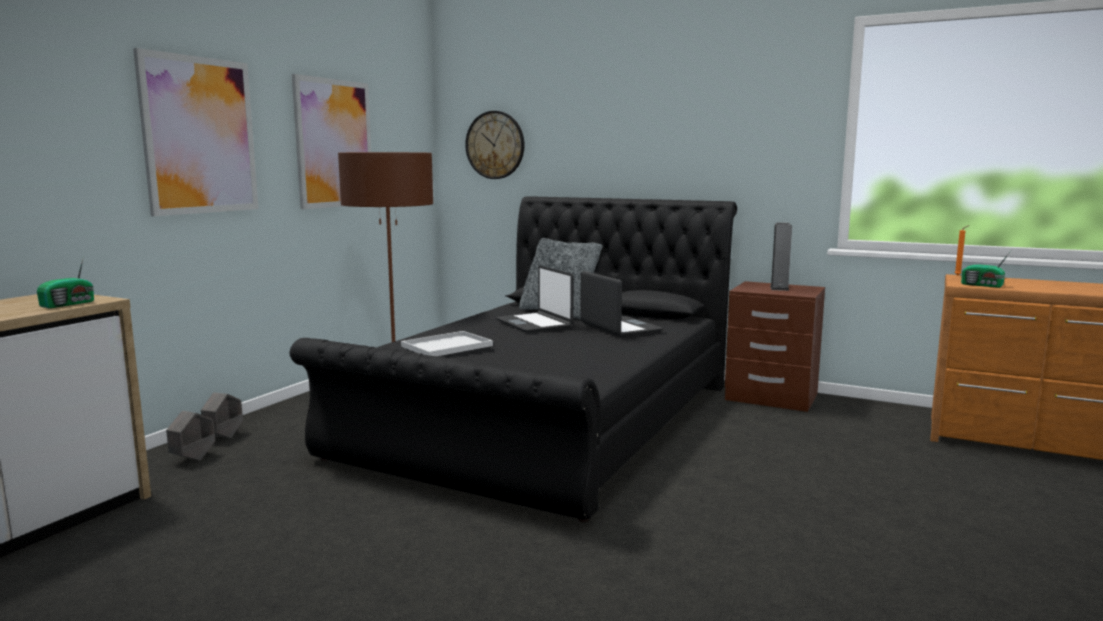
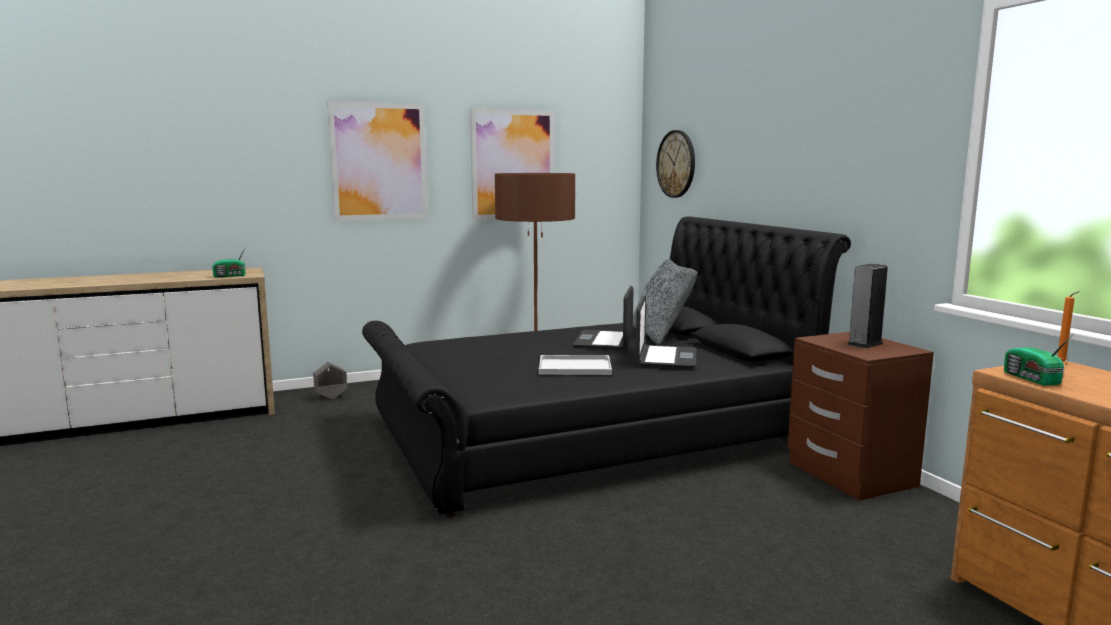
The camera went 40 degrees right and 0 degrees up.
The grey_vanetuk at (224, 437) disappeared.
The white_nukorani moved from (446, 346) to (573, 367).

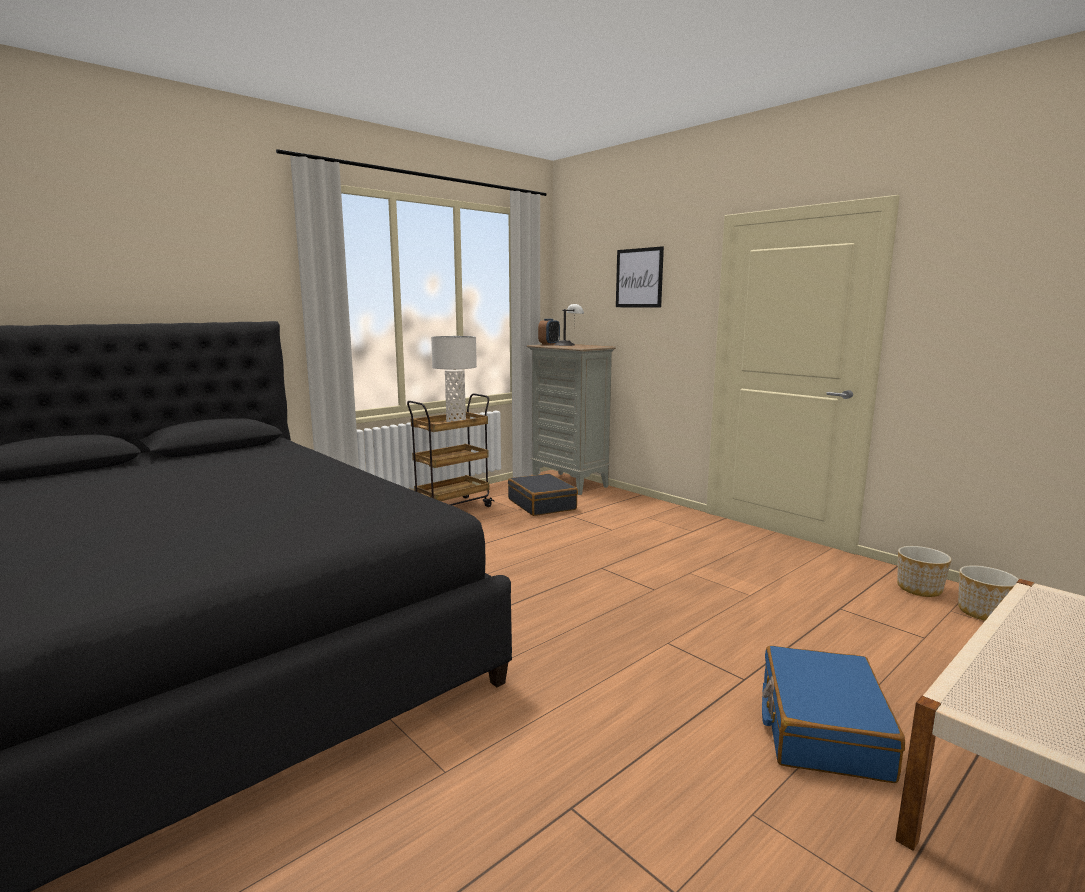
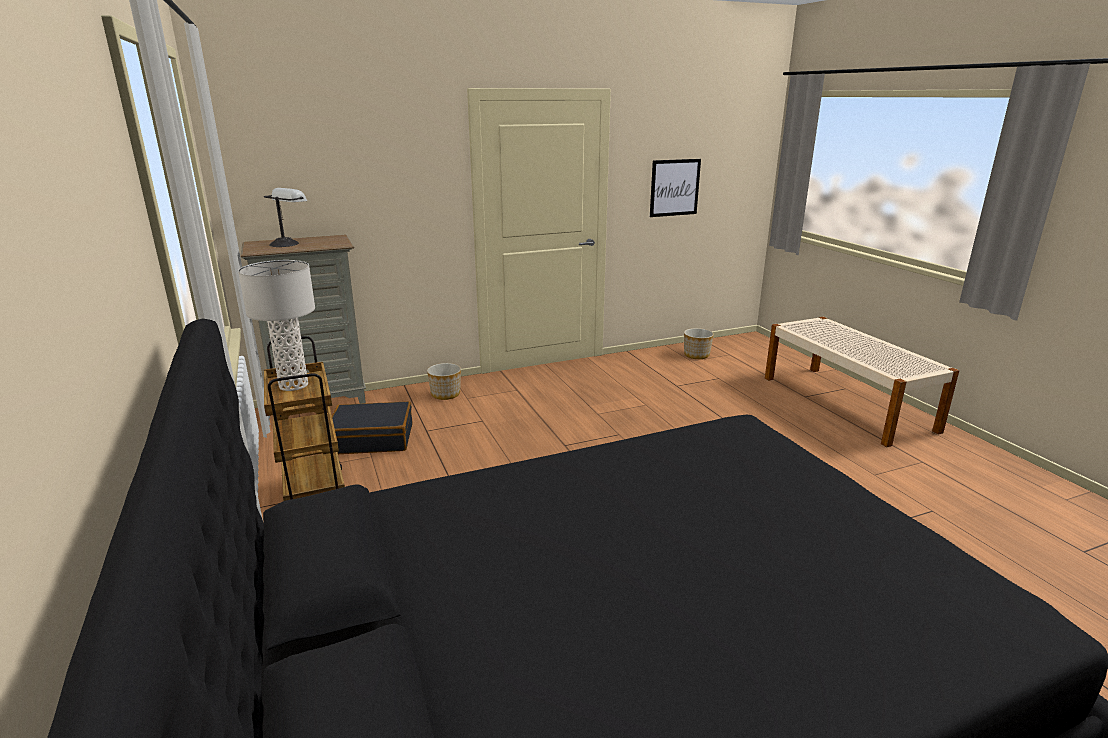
The camera went 70 degrees left and 10 degrees up.
The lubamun at (549, 344) disappeared.
The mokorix moved from (639, 278) to (674, 187).
The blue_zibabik at (821, 728) disappeared.
The vanetuk moved from (918, 589) to (445, 394).

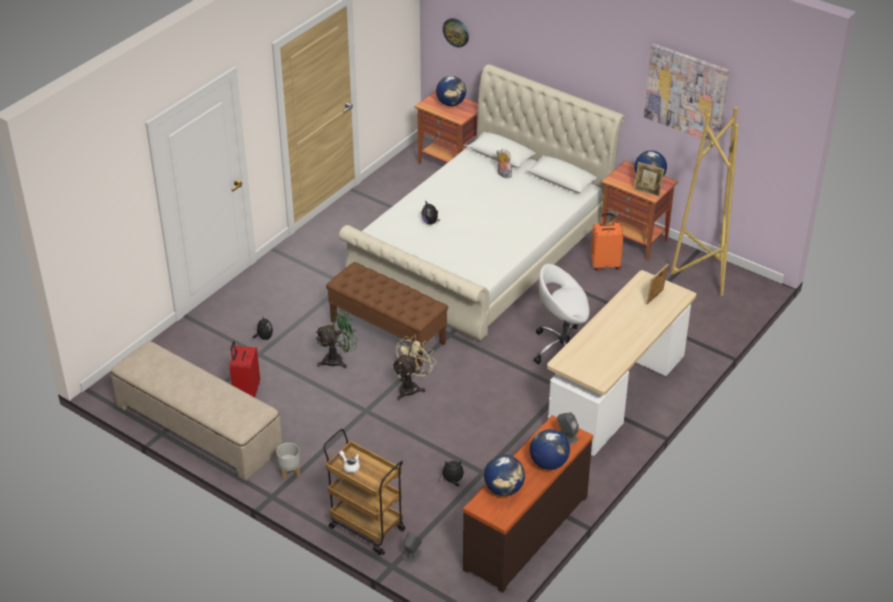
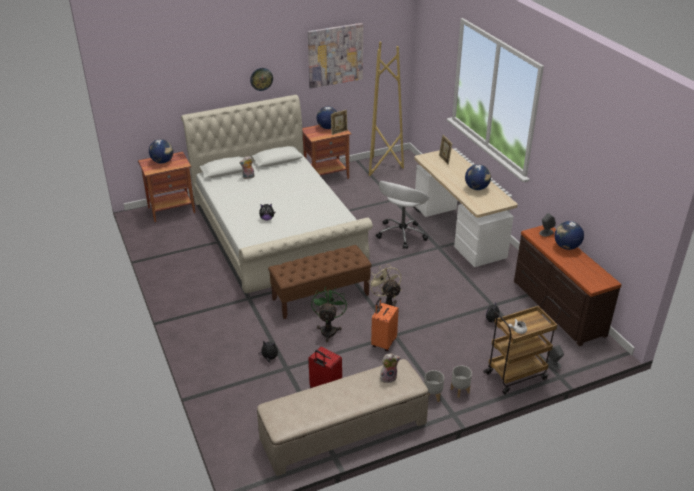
The camera went 60 degrees left and 5 degrees down.
The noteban moved from (456, 32) to (261, 79).
The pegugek moved from (504, 489) to (476, 188).
The orange_zibabik moved from (605, 264) to (383, 342).
The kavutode at (388, 377) appeared.
The grey_vanetuk at (460, 391) appeared.

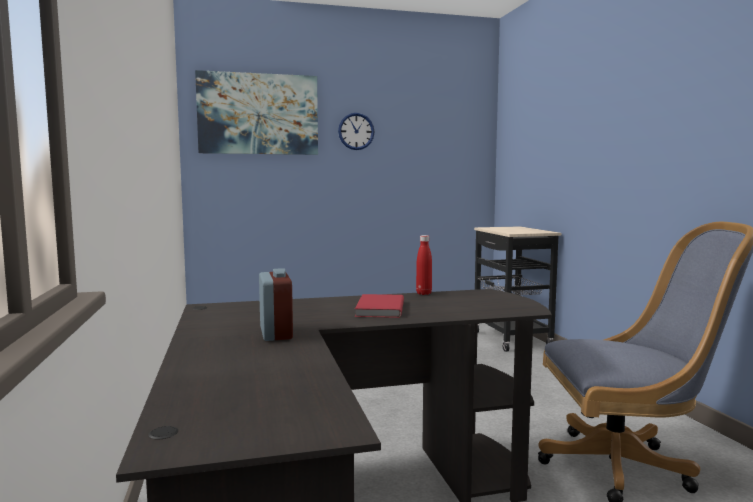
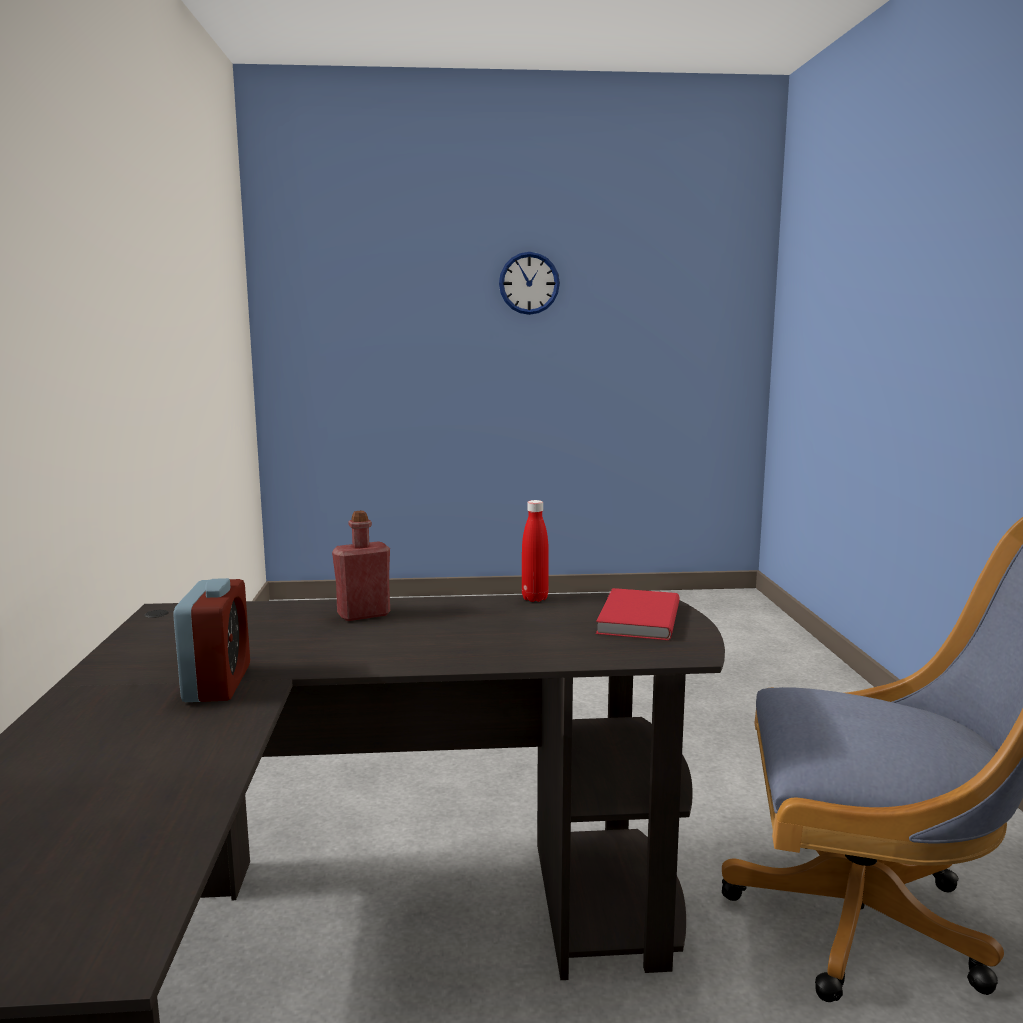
The camera went 10 degrees right and 5 degrees up.
The mokorix at (258, 114) disappeared.
The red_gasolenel moved from (378, 309) to (636, 618).
The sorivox at (512, 340) disappeared.
The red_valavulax at (363, 614) appeared.

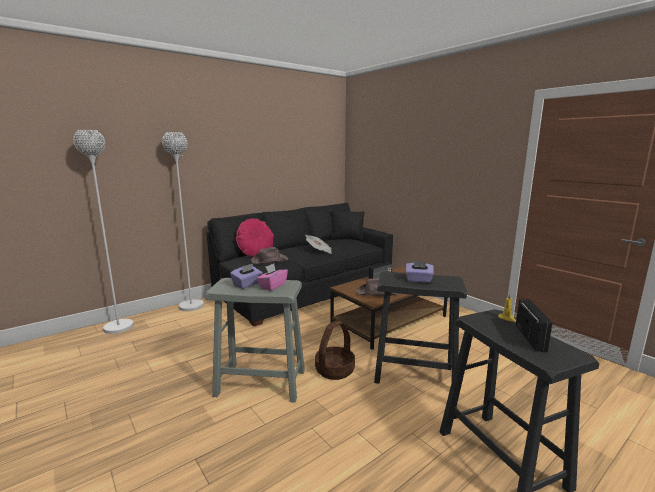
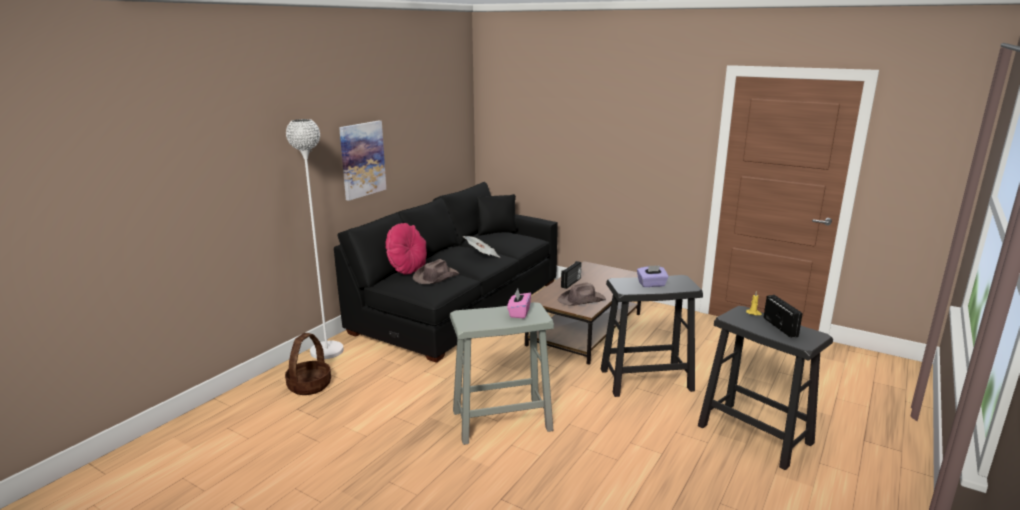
The camera went 20 degrees left and 5 degrees up.
The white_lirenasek at (118, 327) disappeared.
The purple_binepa at (247, 284) disappeared.
The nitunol moved from (334, 370) to (309, 385).
The mokorix at (362, 159) appeared.

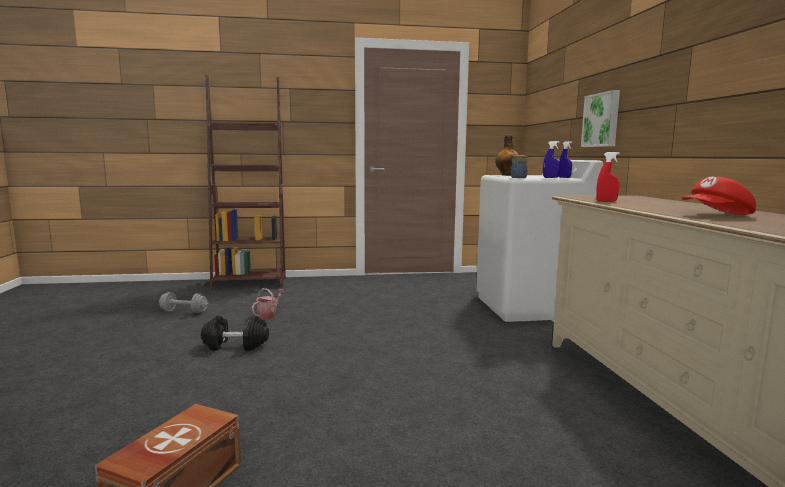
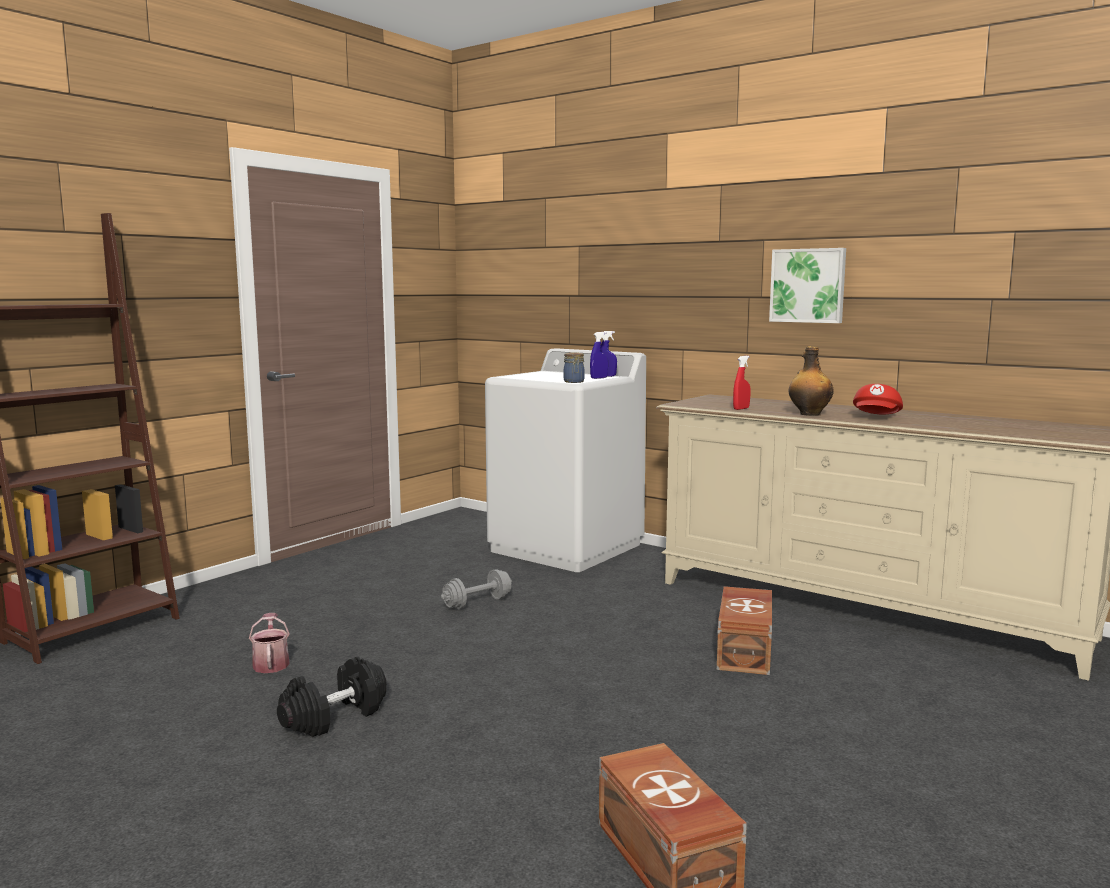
The camera went 45 degrees left and 0 degrees up.
The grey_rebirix moved from (184, 311) to (477, 603).
The valavulax moved from (507, 175) to (809, 414).
The mokorix moved from (602, 120) to (808, 285).
The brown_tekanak at (746, 651) appeared.

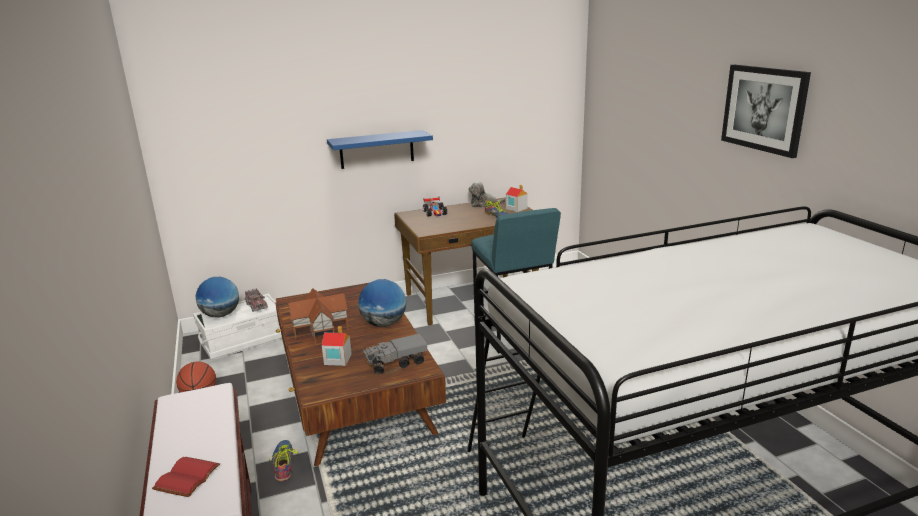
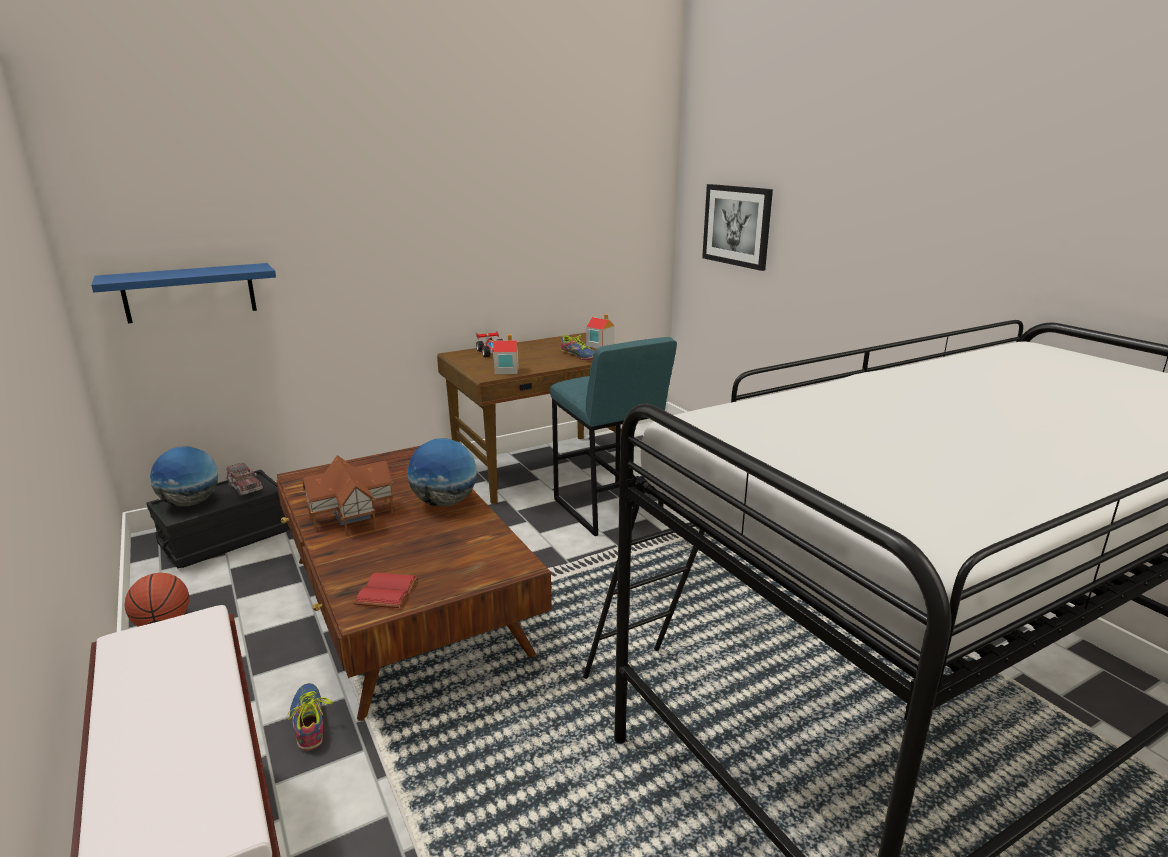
The camera went 10 degrees left and 0 degrees up.
The red_gasolenel moved from (188, 478) to (388, 592).
The white_tekanak at (243, 340) became the black_tekanak at (226, 538).
The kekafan moved from (337, 359) to (506, 370).
The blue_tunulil moved from (376, 149) to (189, 292).
The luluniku at (396, 363) disappeared.
The kavutode at (484, 204) disappeared.
The mokorix moved from (764, 109) to (737, 225).

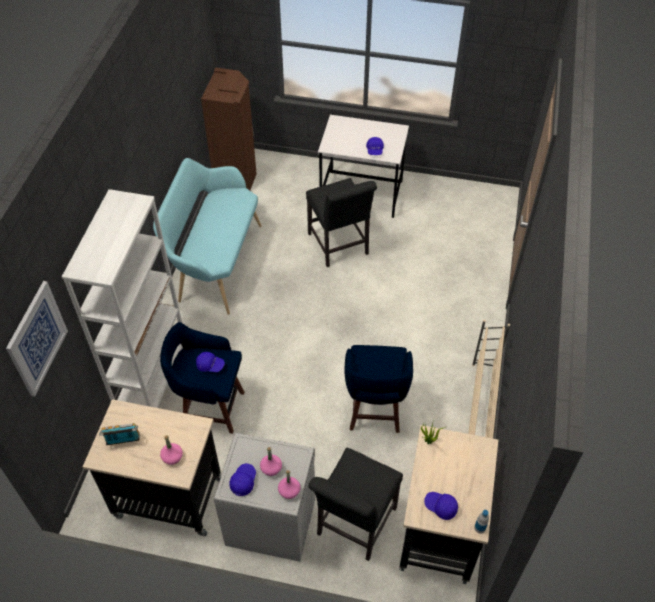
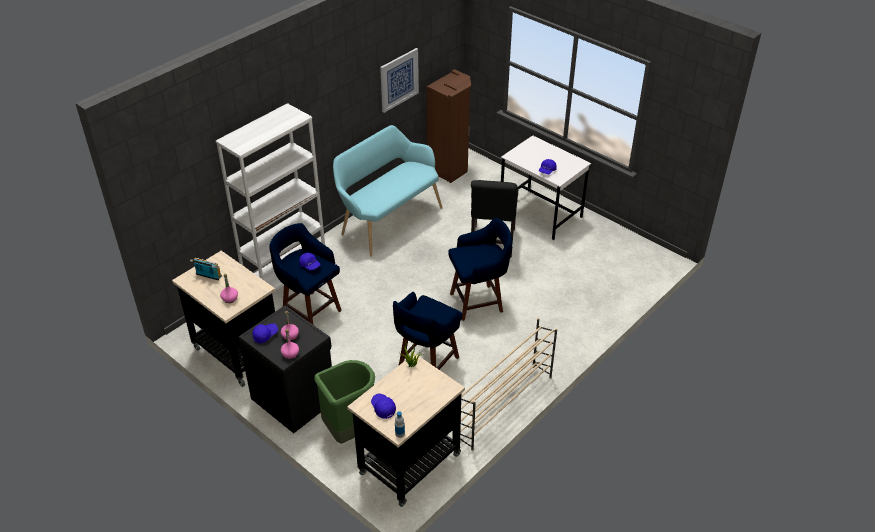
The camera went 30 degrees right and 10 degrees down.
The mokorix moved from (37, 338) to (399, 80).
The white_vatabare at (271, 520) became the black_vatabare at (294, 399).
The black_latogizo at (353, 525) was replaced by the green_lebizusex at (350, 429).
The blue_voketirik at (479, 302) appeared.

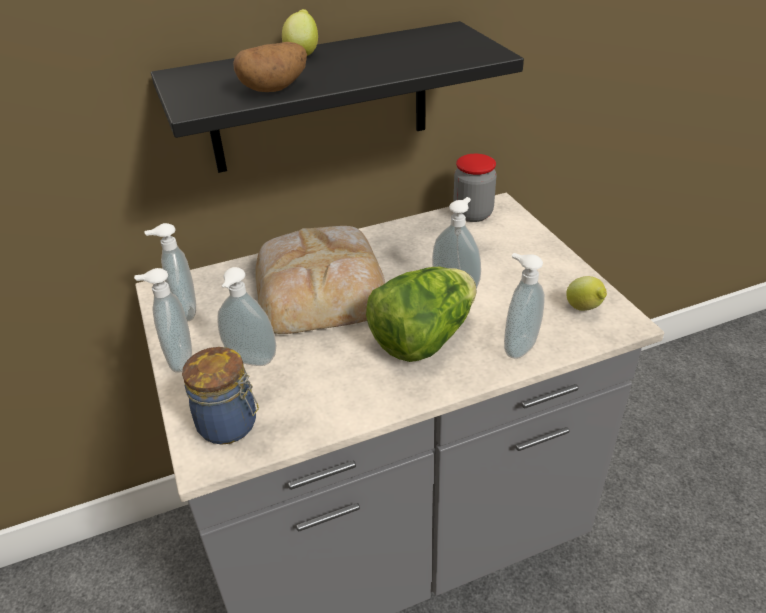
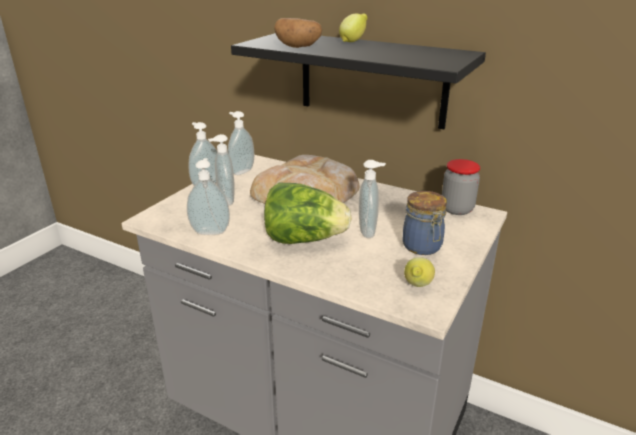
The camera went 50 degrees right and 10 degrees down.
The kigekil moved from (230, 425) to (422, 247).
The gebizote moved from (518, 346) to (210, 231).

